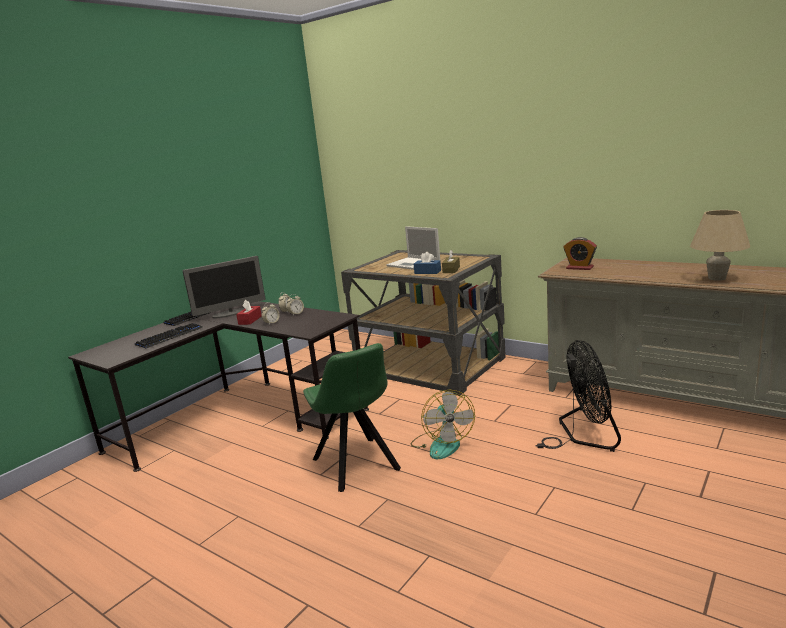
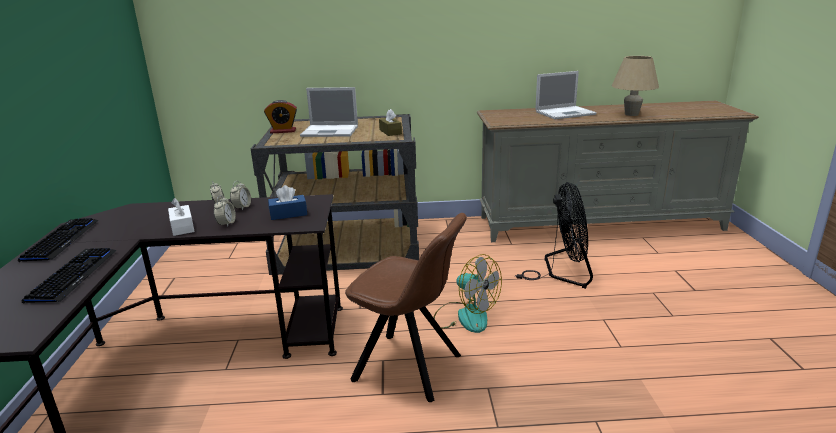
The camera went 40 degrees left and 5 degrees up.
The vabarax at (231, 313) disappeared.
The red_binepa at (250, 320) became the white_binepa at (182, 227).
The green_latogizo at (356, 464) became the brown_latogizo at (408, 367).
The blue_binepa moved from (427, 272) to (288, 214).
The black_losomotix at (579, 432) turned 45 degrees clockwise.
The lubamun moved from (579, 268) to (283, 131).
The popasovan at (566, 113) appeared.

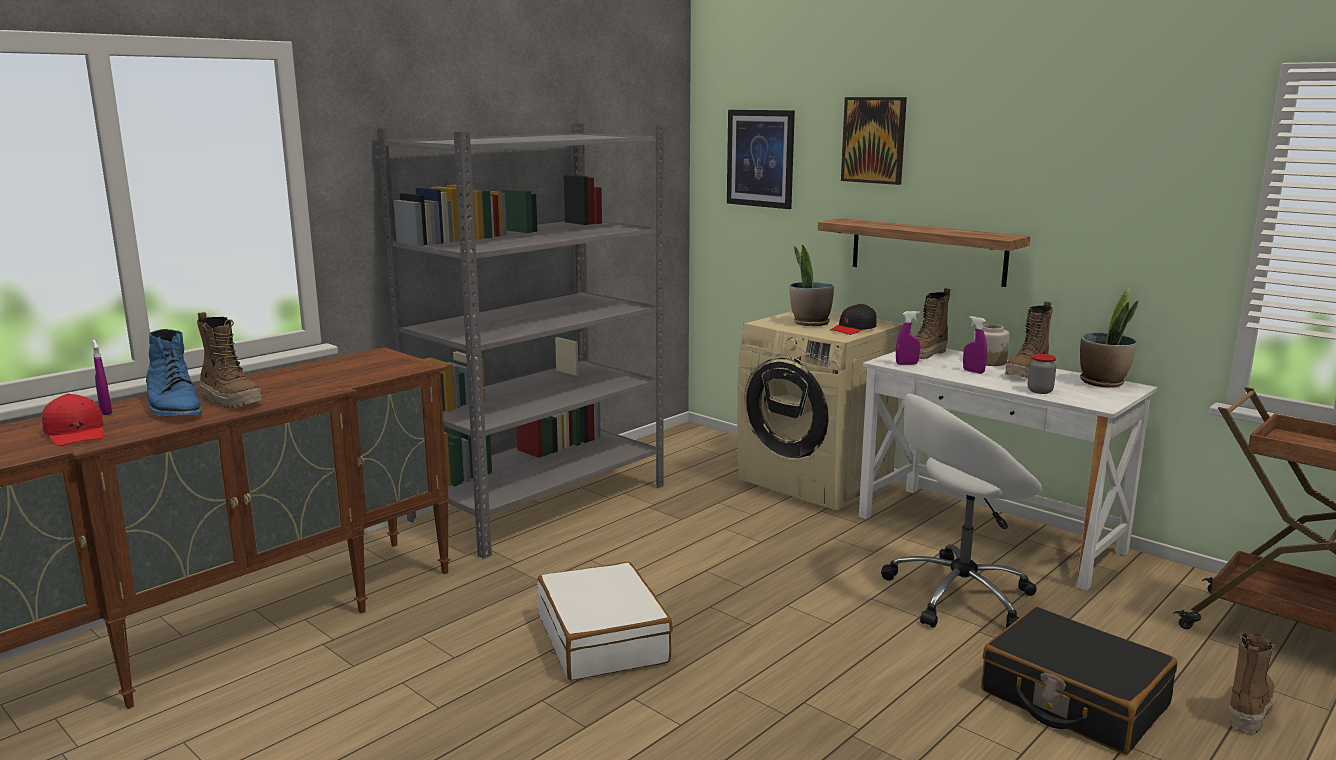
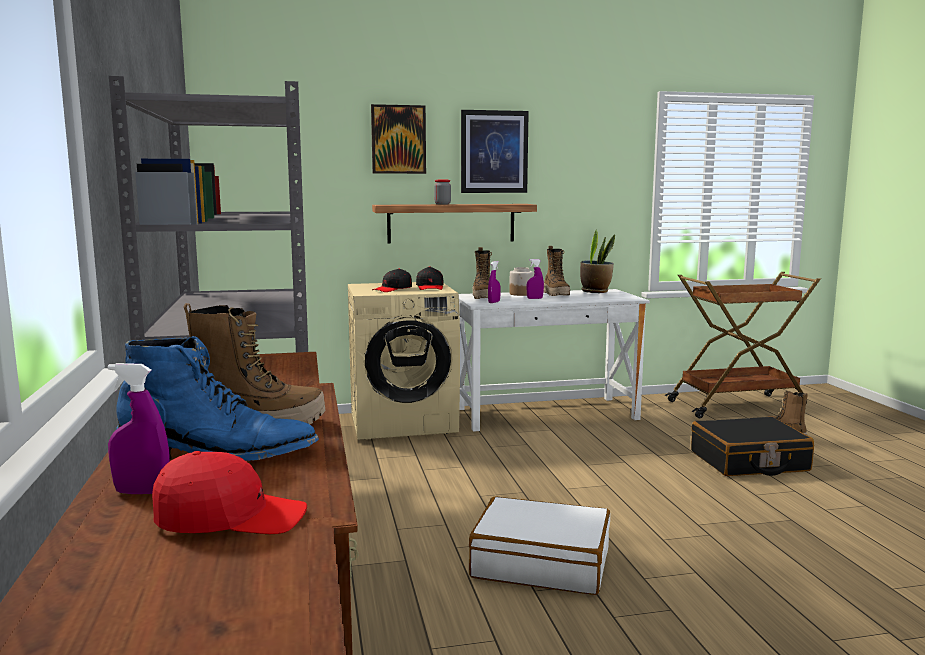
The camera went 55 degrees left and 5 degrees down.
The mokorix moved from (760, 158) to (494, 152).
The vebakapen at (810, 323) was replaced by the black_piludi at (393, 289).
The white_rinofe at (956, 596) disappeared.
The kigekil moved from (1040, 391) to (442, 204).

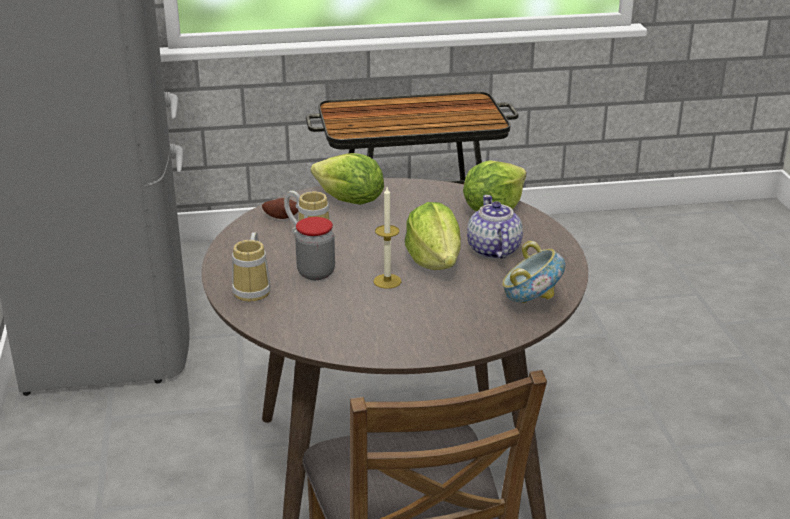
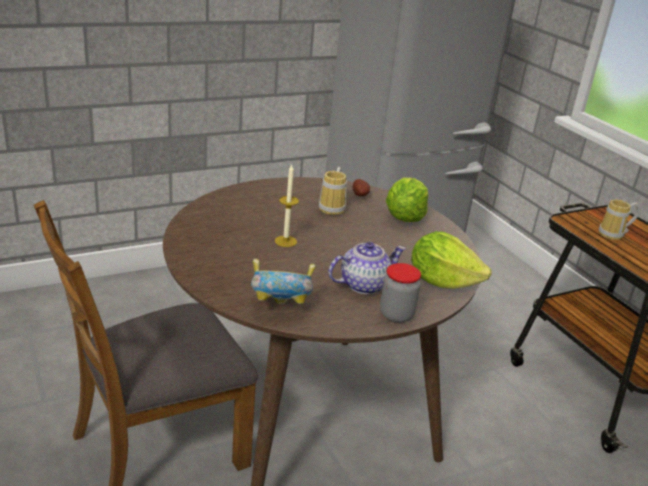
The camera went 70 degrees right and 0 degrees up.
The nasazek moved from (255, 290) to (614, 235).
The kigekil moved from (316, 273) to (396, 315).
The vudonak at (434, 261) disappeared.

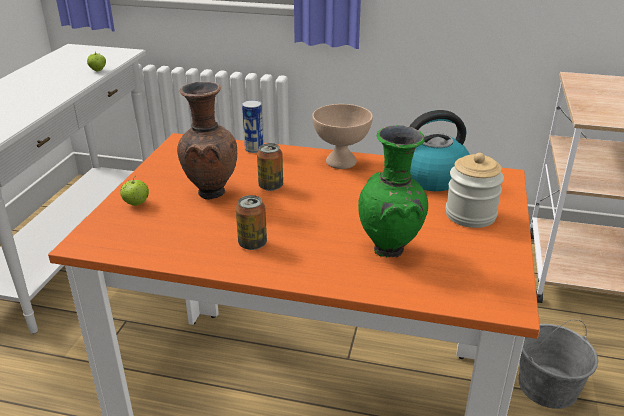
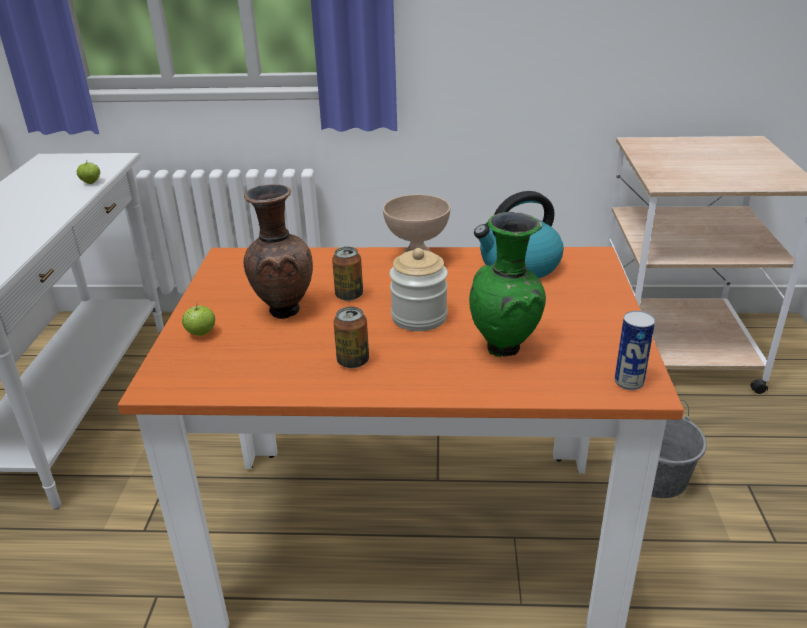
The camera went 10 degrees left and 0 degrees up.
The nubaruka moved from (254, 149) to (629, 382).
The kigekil moved from (470, 215) to (419, 317).

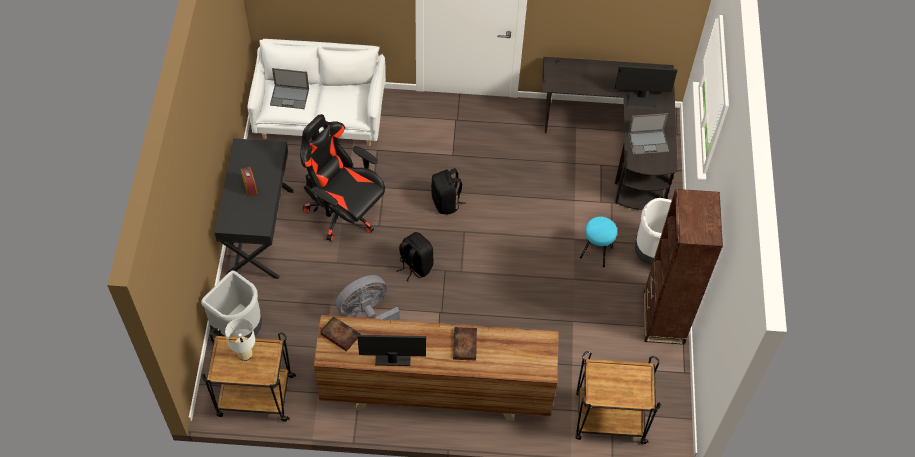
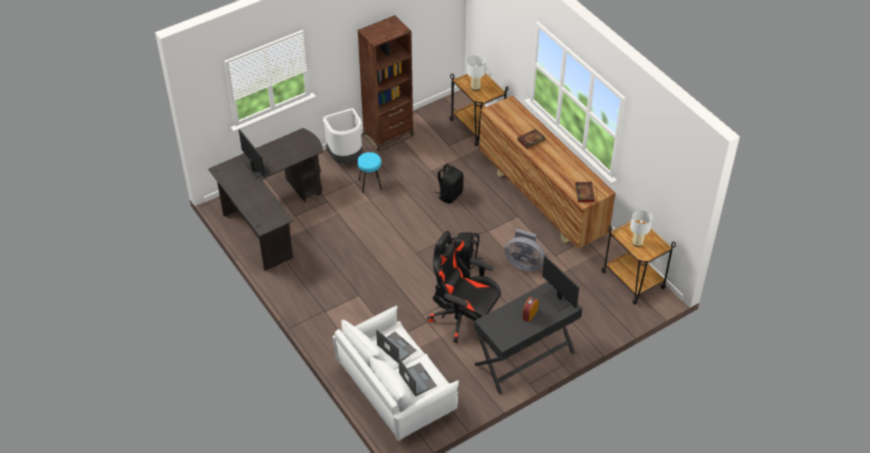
The camera went 125 degrees left and 10 degrees down.
The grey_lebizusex at (240, 331) disappeared.
The black_rinofe at (346, 215) turned 120 degrees clockwise.
The vabarax moved from (392, 357) to (555, 300).
The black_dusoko moved from (446, 202) to (449, 195).
The popasovan moved from (648, 142) to (396, 347).
The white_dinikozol at (475, 88) appeared.

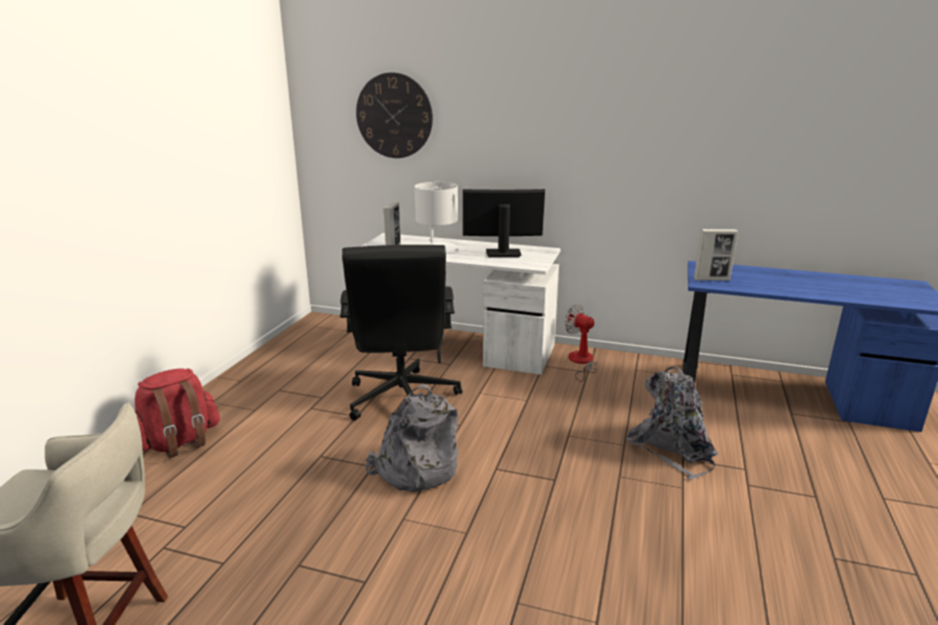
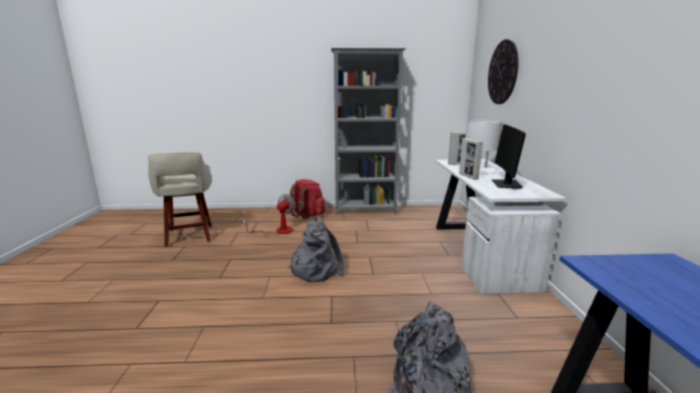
The camera went 70 degrees right and 5 degrees down.
The black_rinofe at (402, 397) disappeared.
The vabarax at (503, 253) turned 150 degrees counterclockwise.
The losomotix moved from (581, 362) to (278, 231).
The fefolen moved from (711, 279) to (468, 176).
The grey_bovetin at (365, 210) appeared.

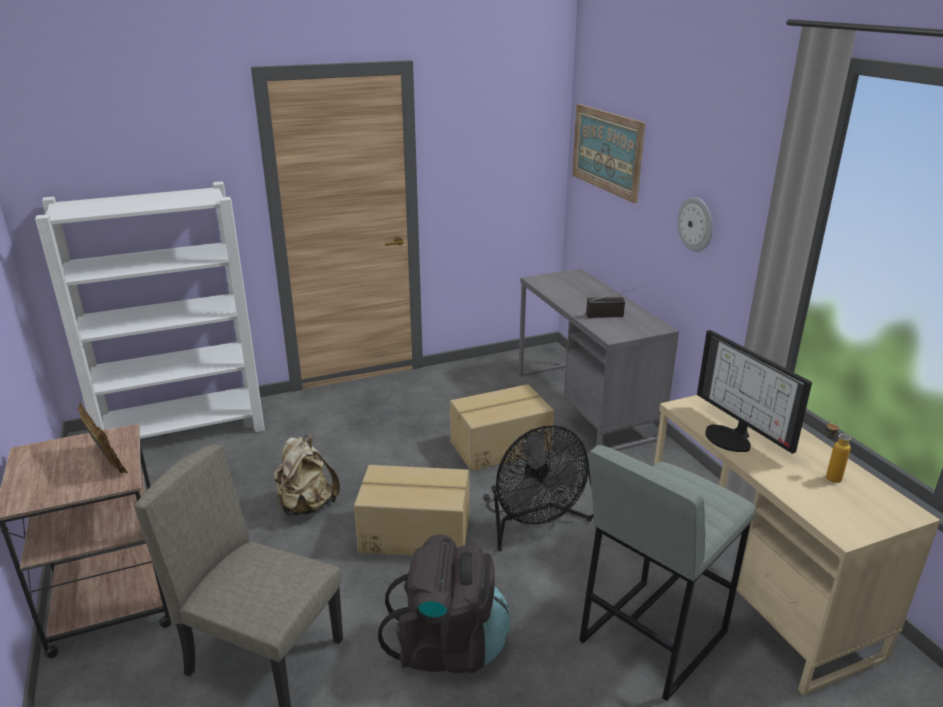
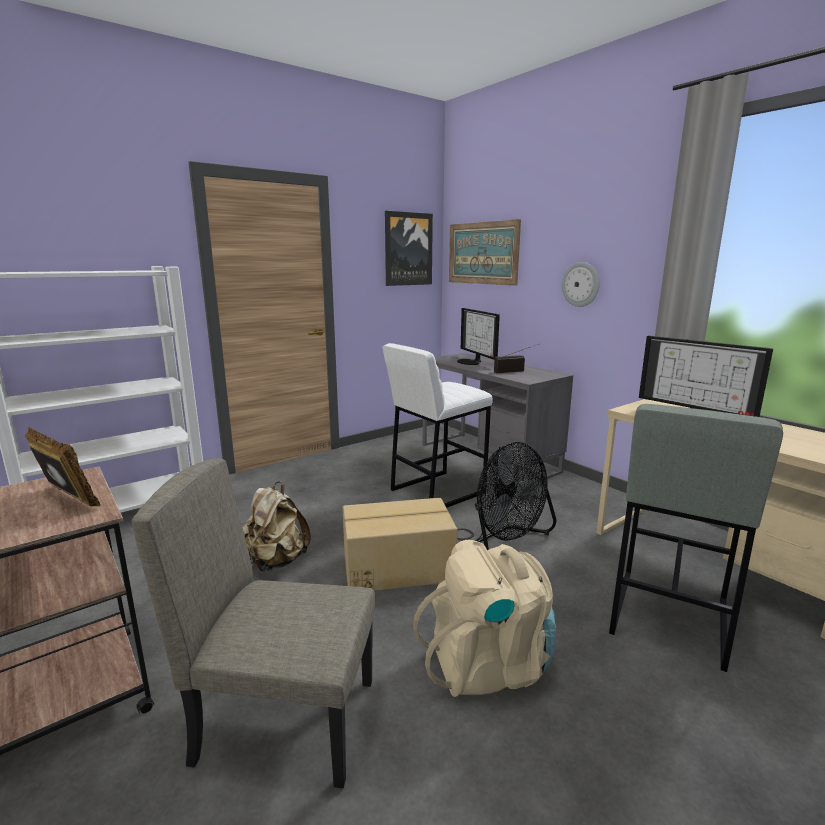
The camera went 15 degrees left and 10 degrees down.
The black_dusoko at (448, 646) became the beige_dusoko at (488, 664).
The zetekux at (499, 446) was replaced by the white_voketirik at (436, 492).
The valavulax at (827, 475) disappeared.
The mokorix at (408, 249) appeared.
The vabarax at (471, 362) appeared.

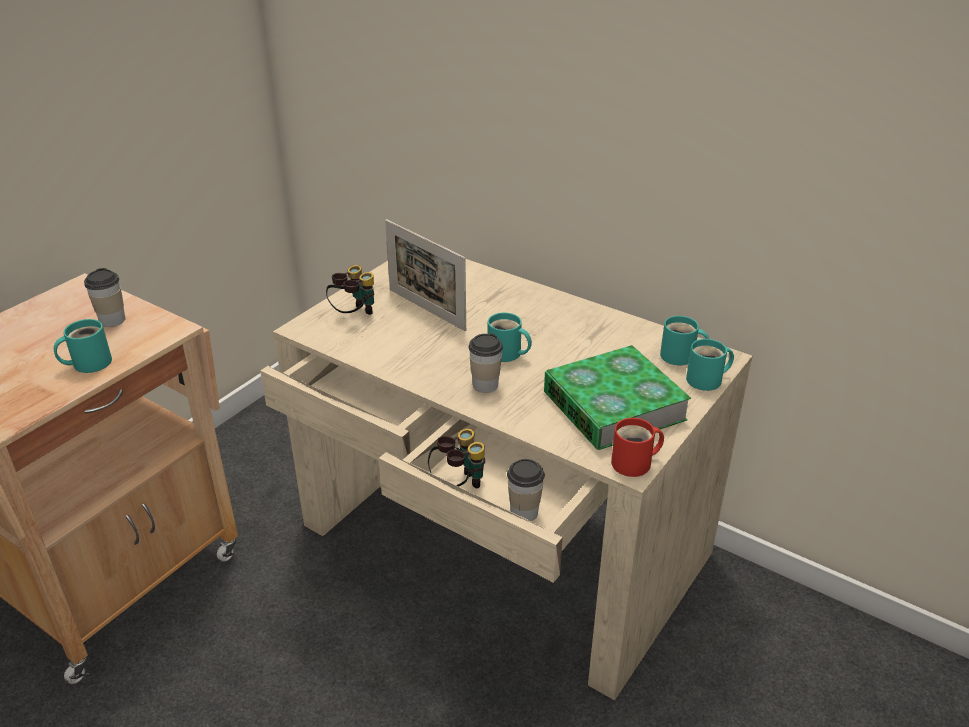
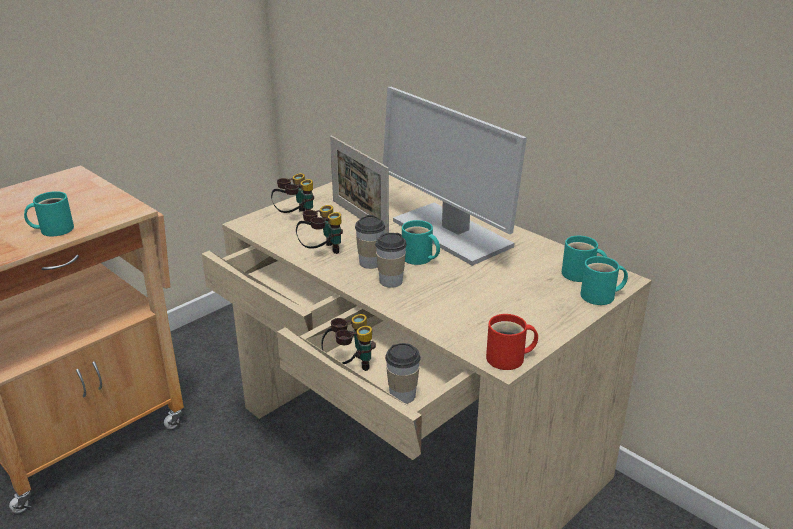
The camera went 10 degrees right and 5 degrees down.
The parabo moved from (112, 320) to (370, 263).
The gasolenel at (613, 406) disappeared.
The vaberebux at (321, 252) appeared.
The vabarax at (450, 233) appeared.

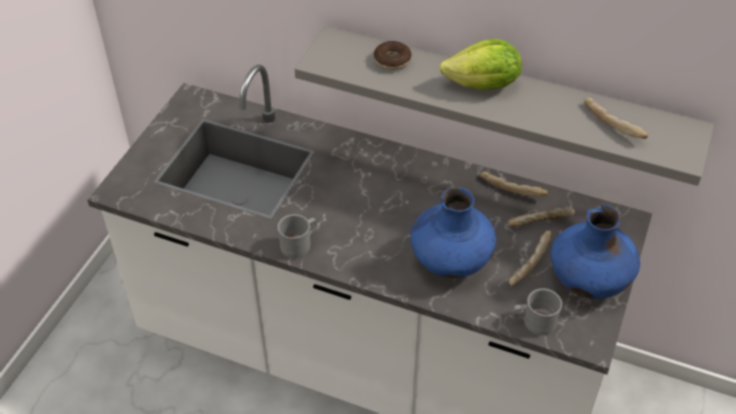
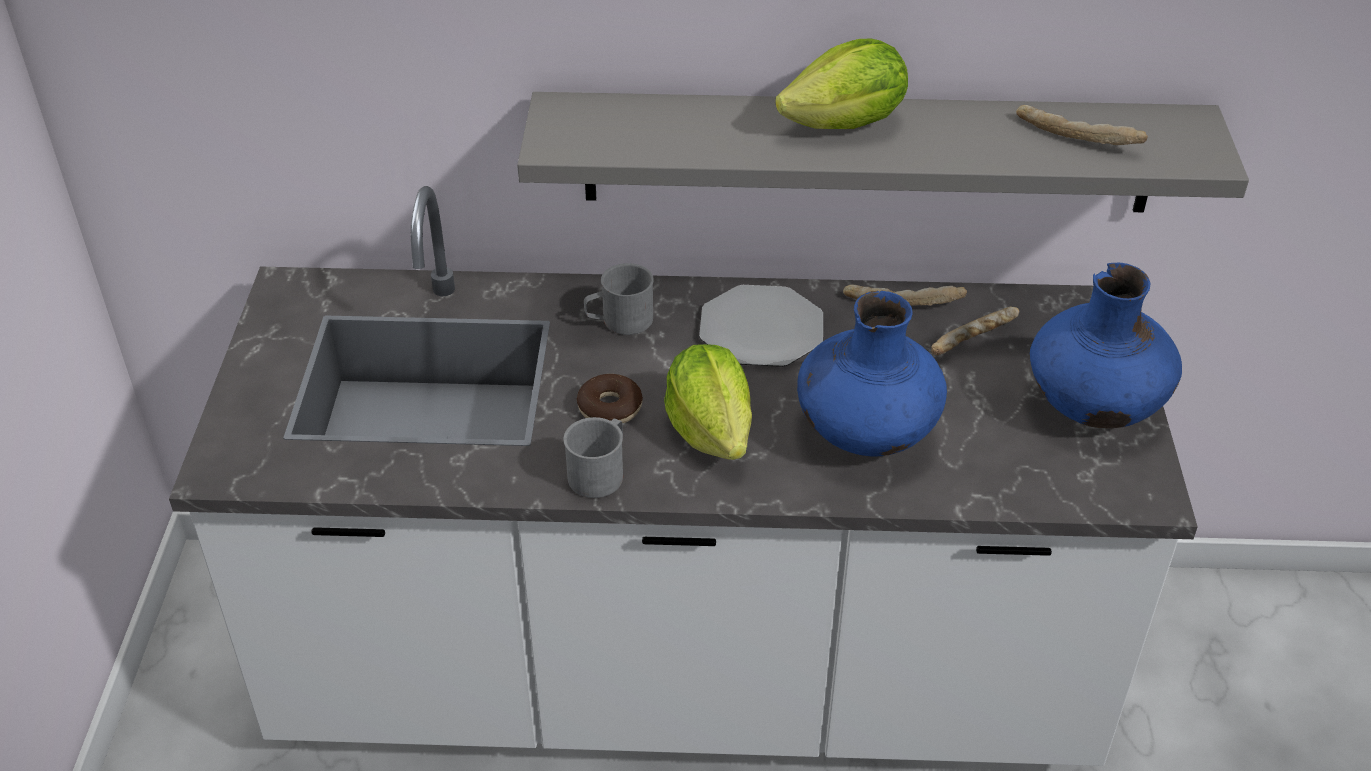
The camera went 20 degrees left and 5 degrees down.
The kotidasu moved from (392, 60) to (610, 408).
The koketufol at (529, 263) disappeared.
The grey_nasazek moved from (534, 322) to (619, 321).
The vudonak at (711, 430) appeared.
The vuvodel at (761, 329) appeared.

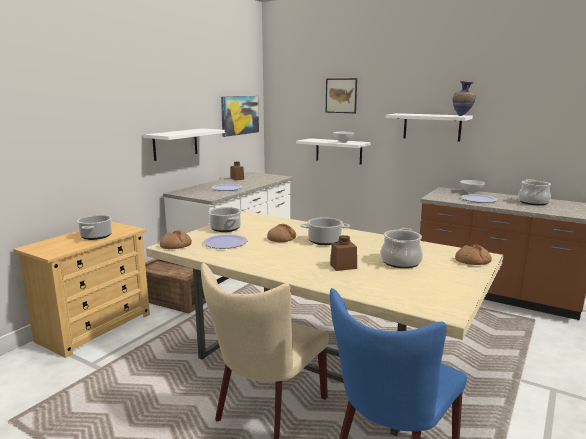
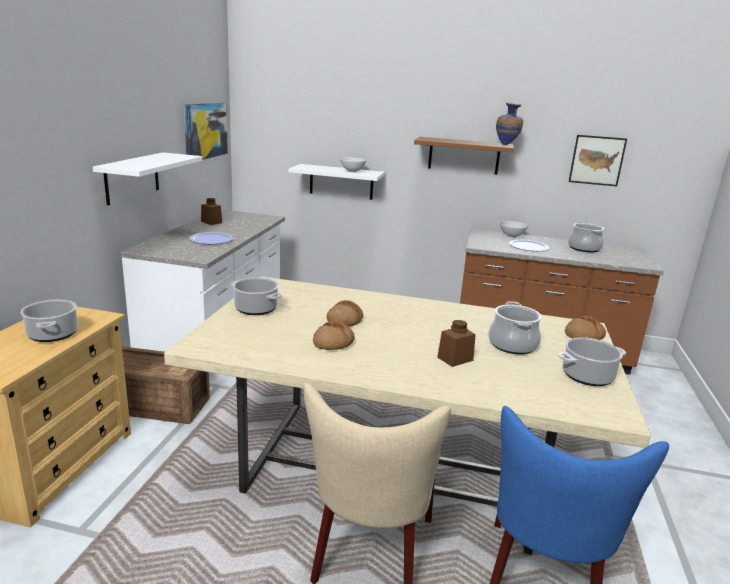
The camera went 20 degrees left and 5 degrees up.
The koketufol moved from (176, 246) to (333, 343).
The vuvodel at (225, 243) disappeared.
The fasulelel moved from (325, 241) to (587, 376).
The mokorix moved from (341, 95) to (597, 160).
The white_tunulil at (432, 127) became the brown_tunulil at (464, 156).

